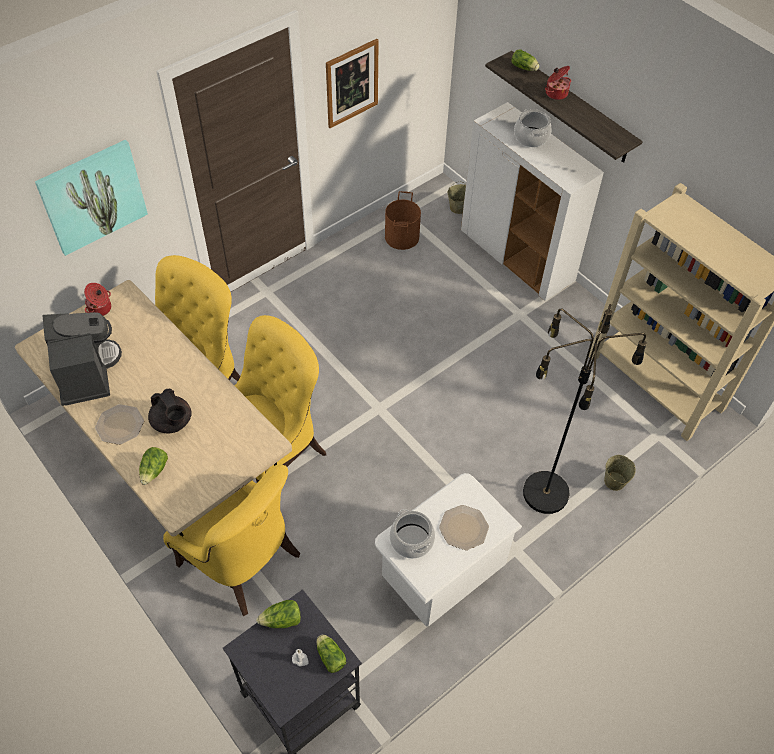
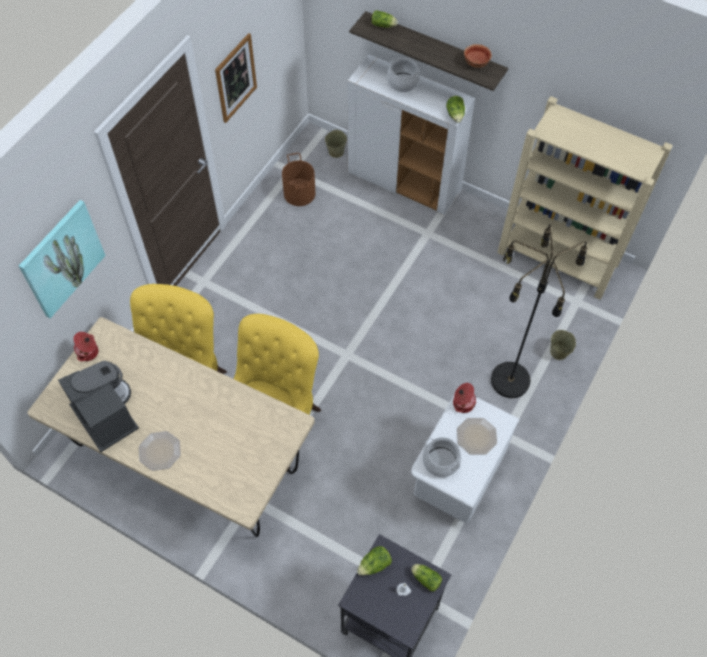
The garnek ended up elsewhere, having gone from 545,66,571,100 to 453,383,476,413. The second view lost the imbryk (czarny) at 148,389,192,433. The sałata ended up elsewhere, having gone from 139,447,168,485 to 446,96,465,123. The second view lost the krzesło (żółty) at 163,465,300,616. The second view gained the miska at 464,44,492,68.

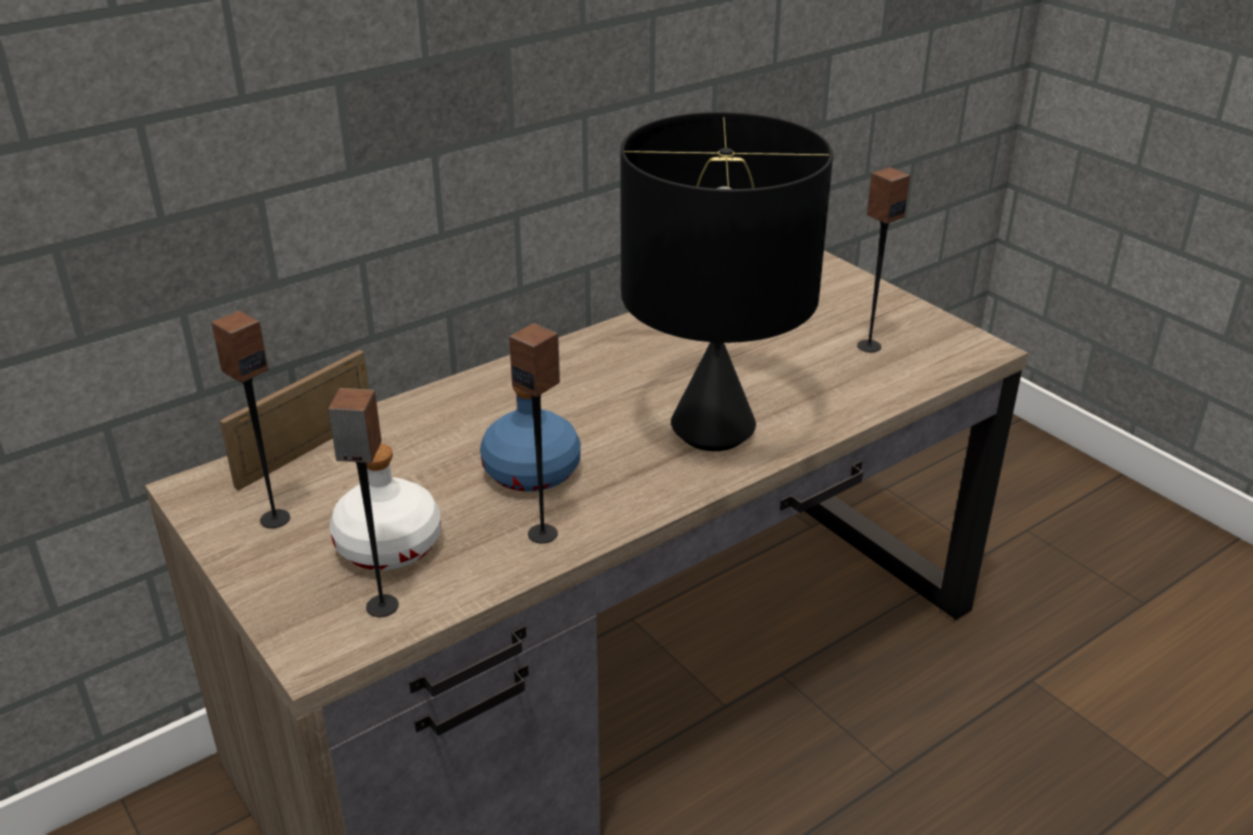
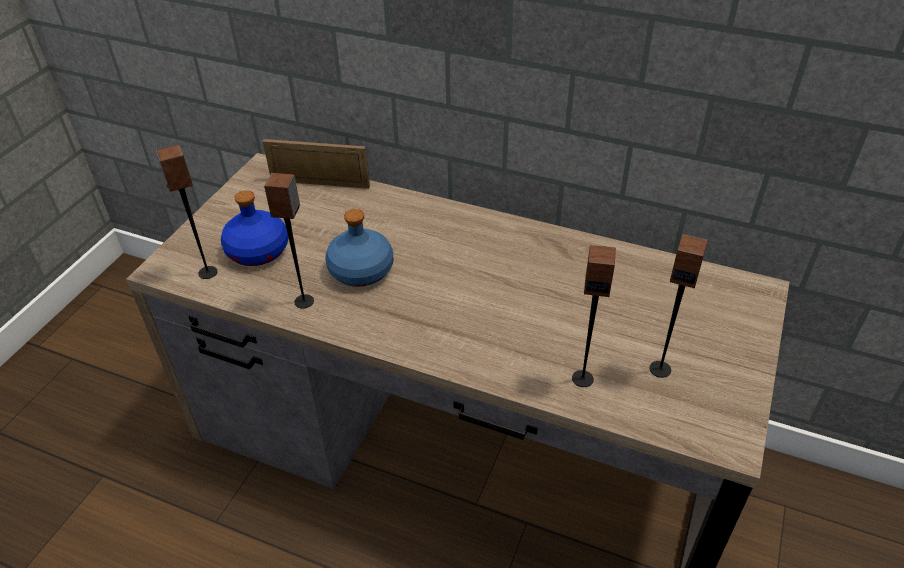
The second view lost the lampa stołowa (czarny) at 620,112,833,451. The głośnik ended up elsewhere, having gone from 211,311,290,528 to 572,245,616,387. What was the butelka (biały) at 330,444,441,570 turned into the butelka (niebieski) at 221,190,288,266.

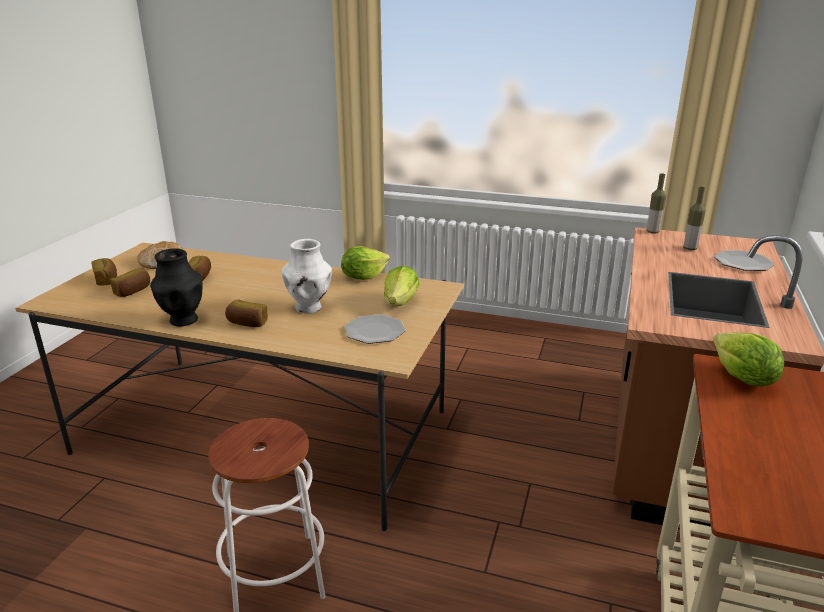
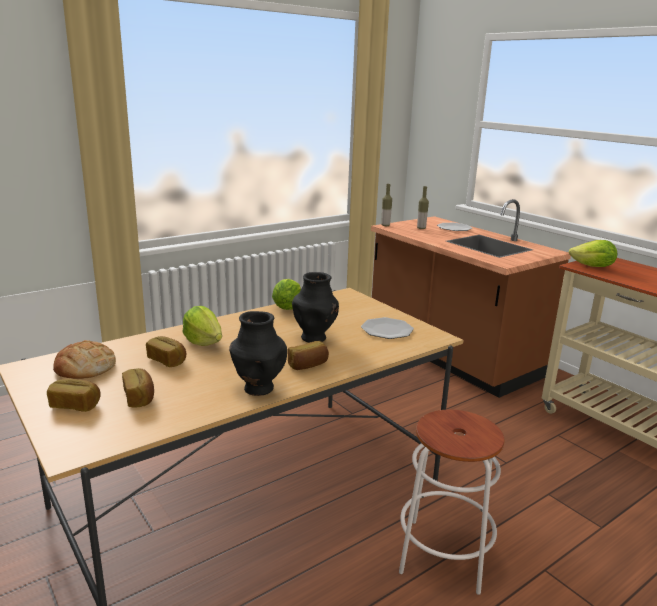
What was the wazon (biały) at 282,239,332,314 turned into the wazon (czarny) at 292,272,339,343. The sałata ended up elsewhere, having gone from 384,265,419,306 to 183,306,222,346.

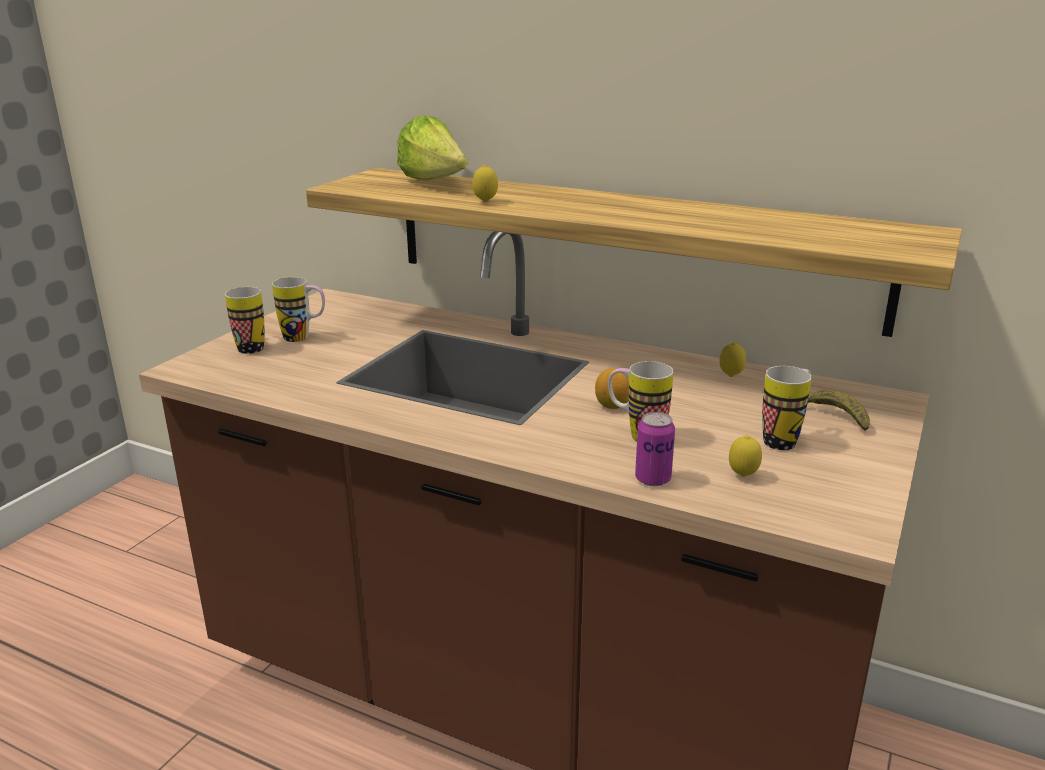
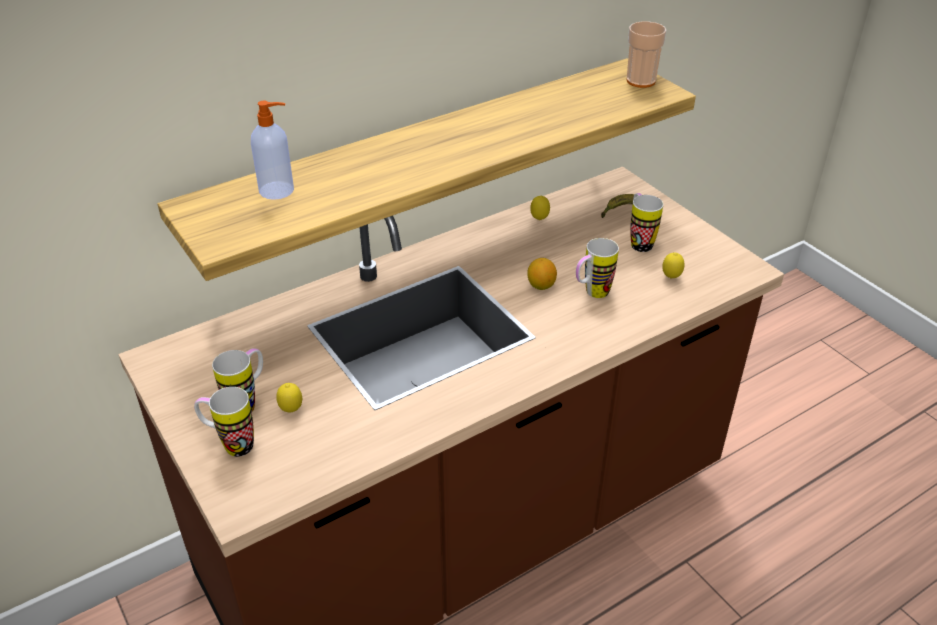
Where the sałata stood at 397,115,468,181, the dozownik mydła came to stand at 251,101,294,200. The cytryna ended up elsewhere, having gone from 472,165,498,202 to 277,383,302,413. The second view lost the puszka at 635,412,675,486. The second view gained the filiżanka at 627,21,667,88.

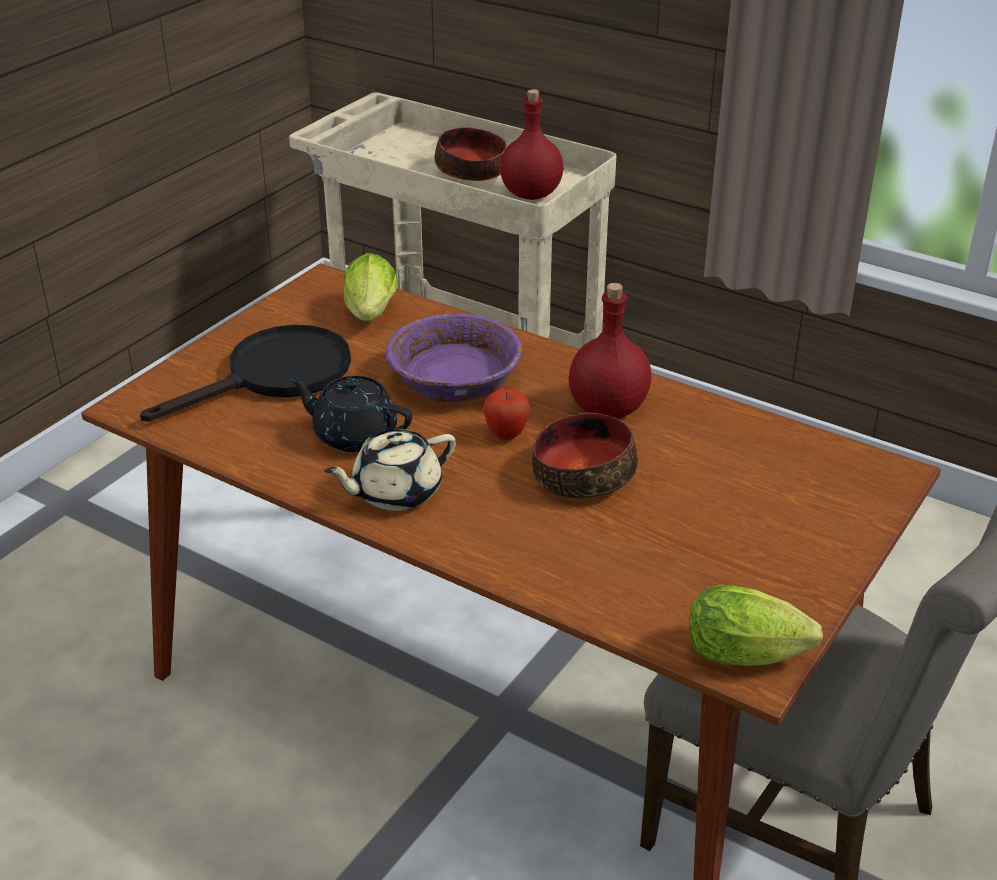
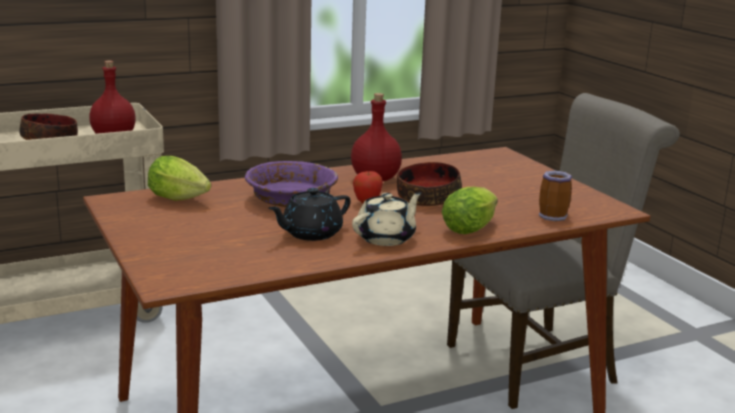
The second view lost the patelnia (czarny) at 140,325,351,421. The imbryk (beżowy) at 325,429,456,511 ended up facing another way, 135 degrees counterclockwise from before. The sałata ended up elsewhere, having gone from 689,584,823,666 to 442,187,498,234. The second view gained the kubek at 539,171,572,221.

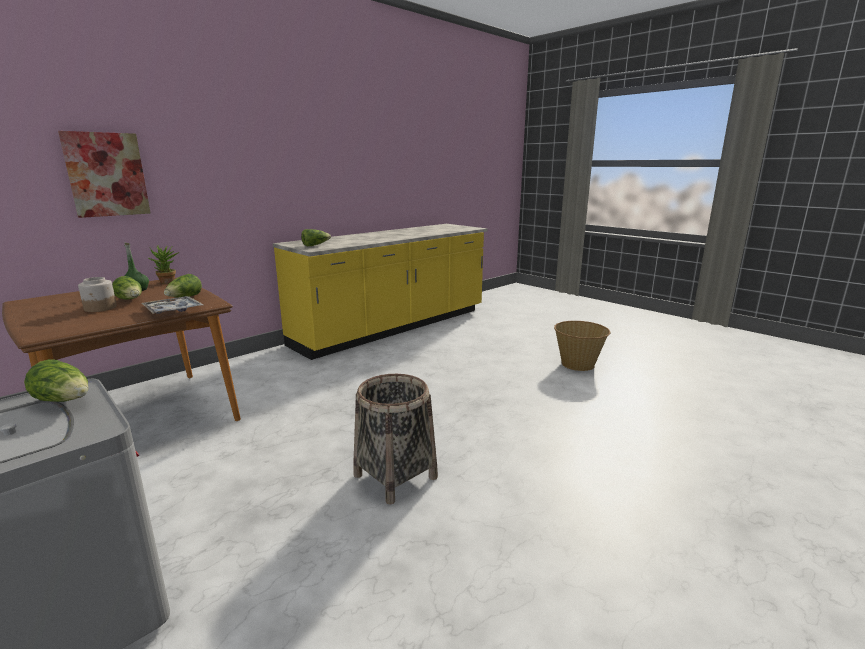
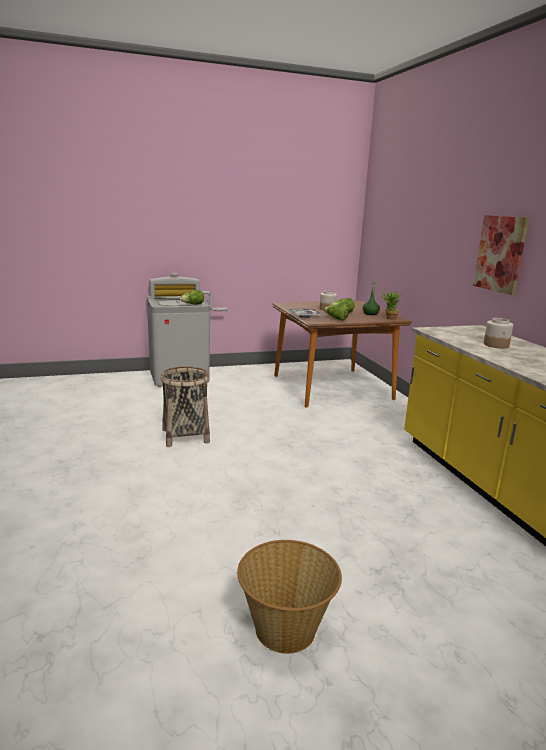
The obraz ended up elsewhere, having gone from 58,131,151,218 to 473,215,529,295. The second view lost the sałata at 301,229,331,246. The second view gained the słoik at 484,318,513,348.

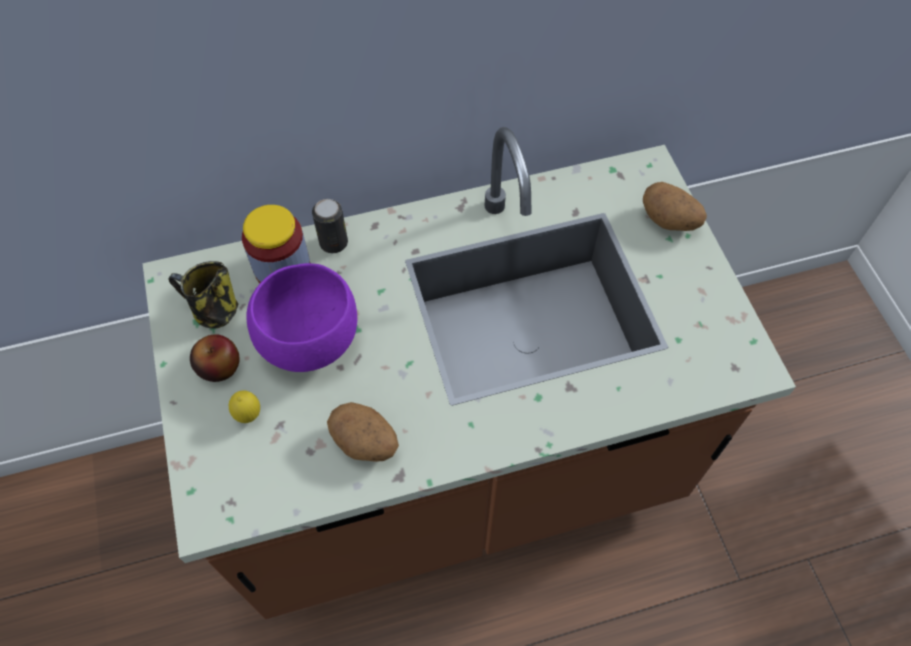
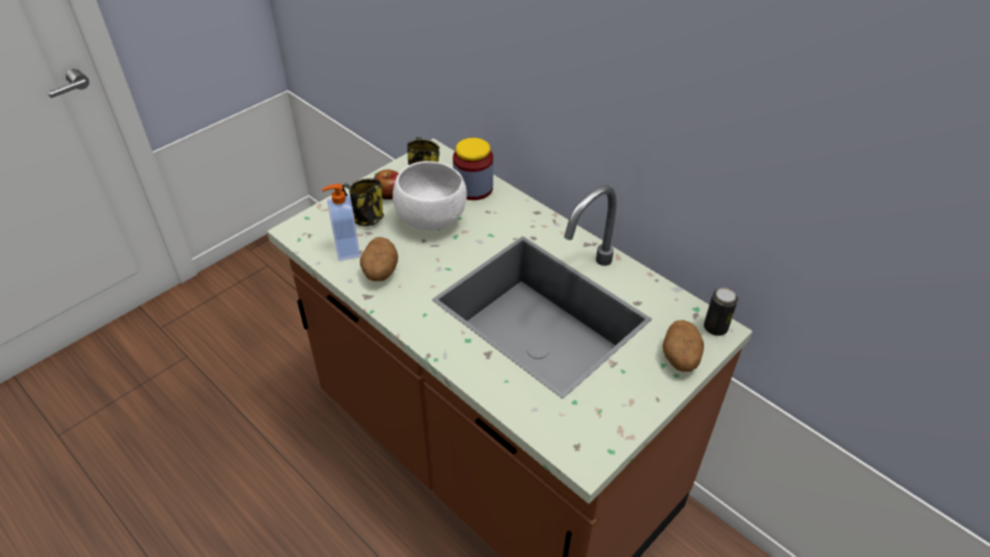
The puszka ended up elsewhere, having gone from 312,199,348,253 to 704,288,738,336. What was the miska (fioletowy) at 247,263,357,372 turned into the miska (biały) at 393,161,467,230. Where the cytryna stood at 229,391,260,423, the kubek came to stand at 341,178,384,226. The second view gained the dozownik mydła at 322,184,360,261.

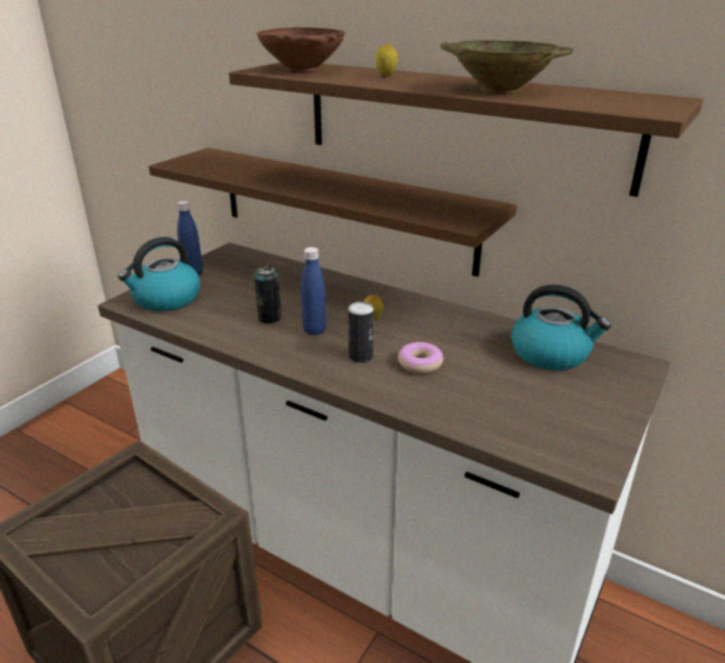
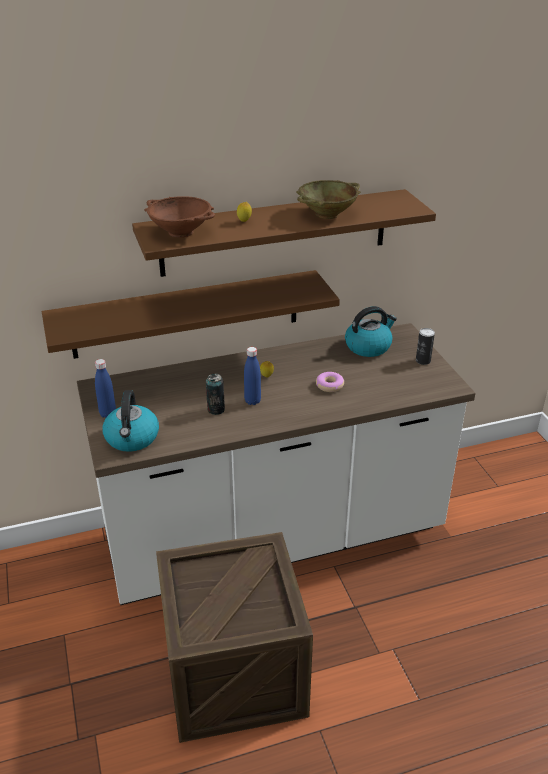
The puszka ended up elsewhere, having gone from 348,302,374,363 to 416,328,435,365.

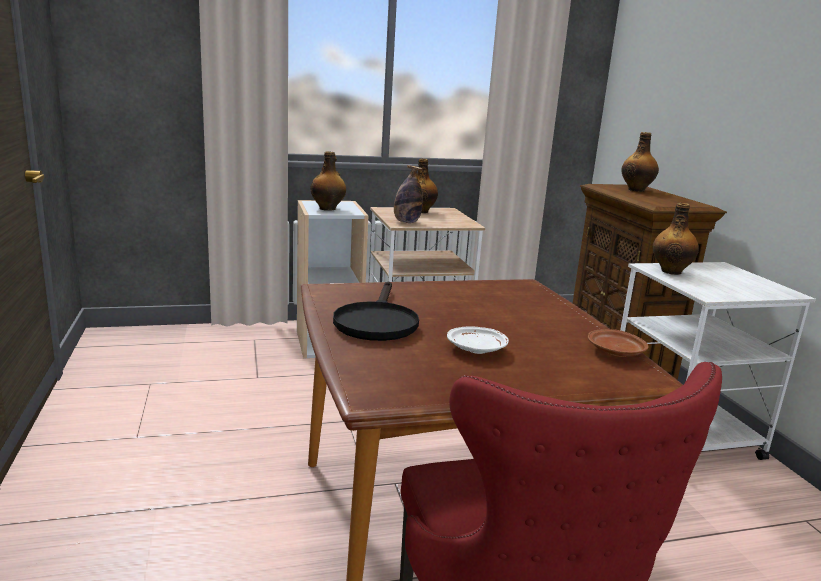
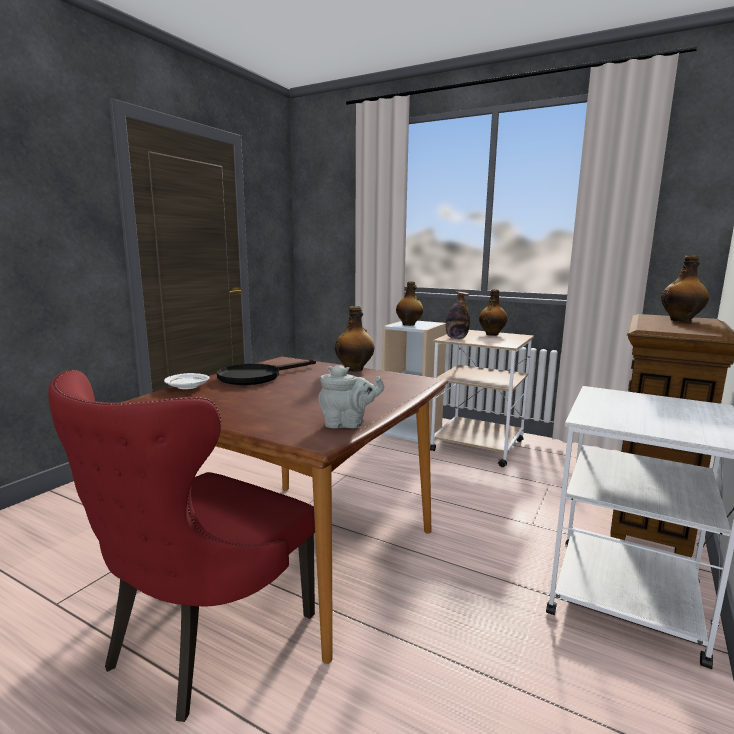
The butelka ended up elsewhere, having gone from 653,203,699,275 to 335,306,375,372. The talerz (biały) ended up elsewhere, having gone from 447,326,509,354 to 164,373,210,389. Where the talerz (brązowy) stood at 588,329,649,357, the imbryk (szary) came to stand at 318,365,384,428.

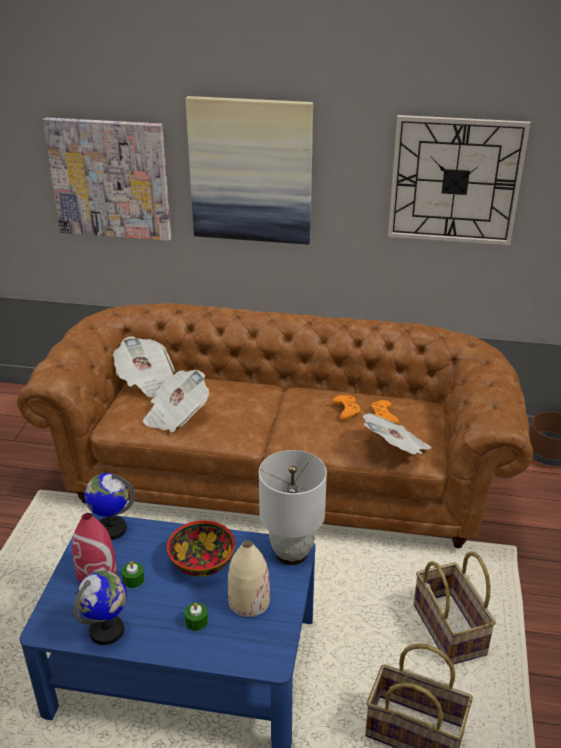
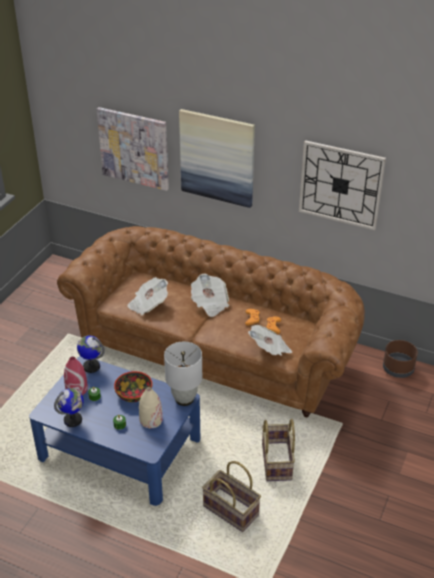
The gazeta ended up elsewhere, having gone from 113,336,175,398 to 191,274,229,317.

